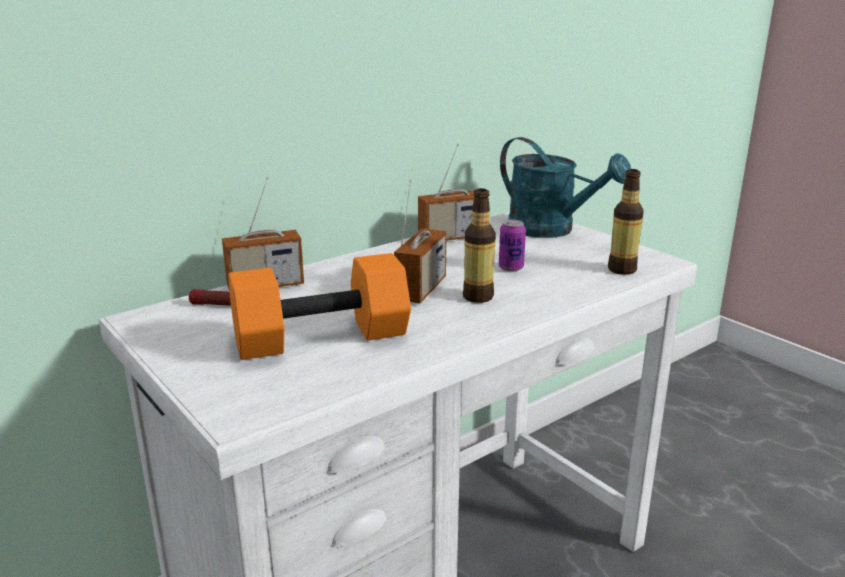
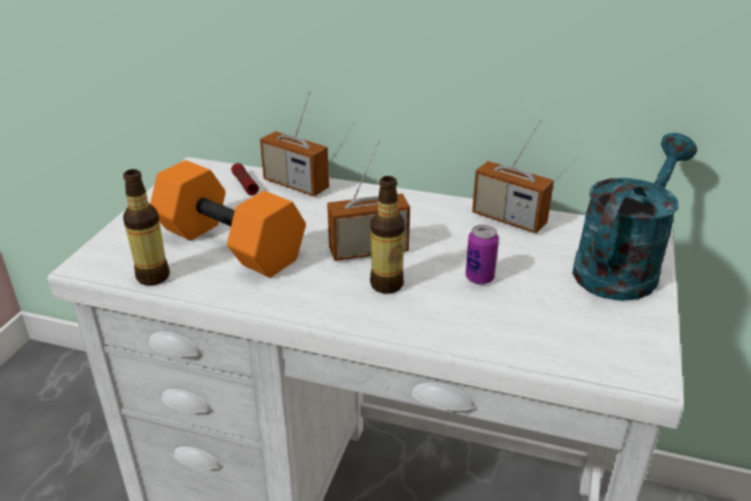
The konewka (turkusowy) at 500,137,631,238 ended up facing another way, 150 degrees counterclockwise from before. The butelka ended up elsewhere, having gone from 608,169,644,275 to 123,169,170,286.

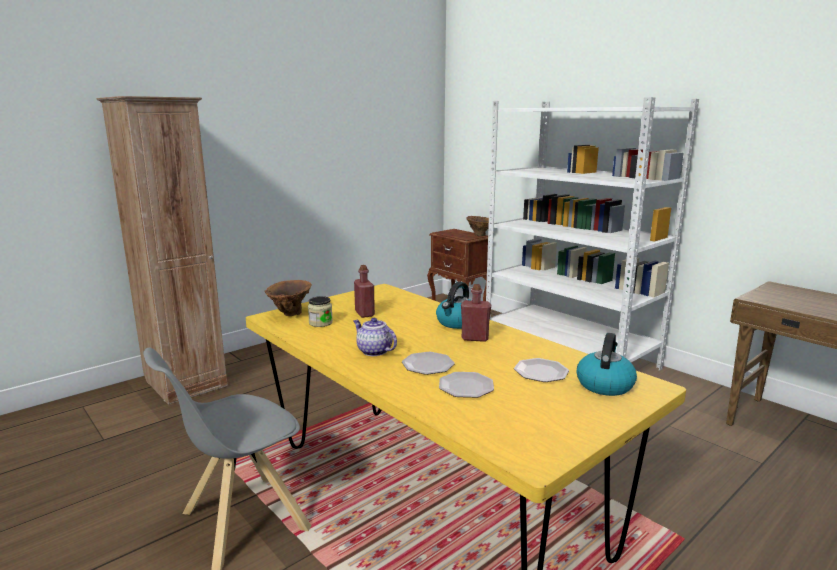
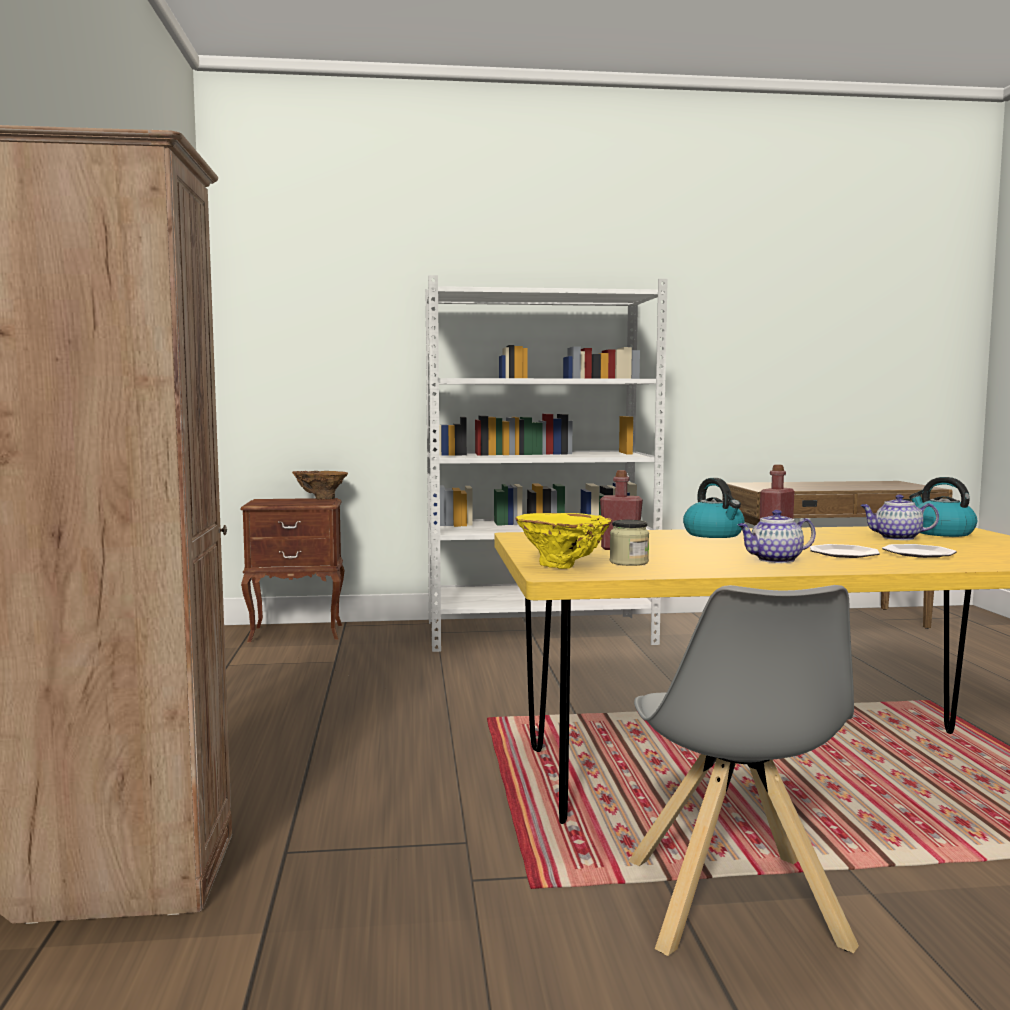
What was the wazon (brązowy) at 264,280,312,316 turned into the wazon (żółty) at 515,513,612,569. Where the talerz stood at 514,358,569,382, the imbryk came to stand at 860,494,939,540.

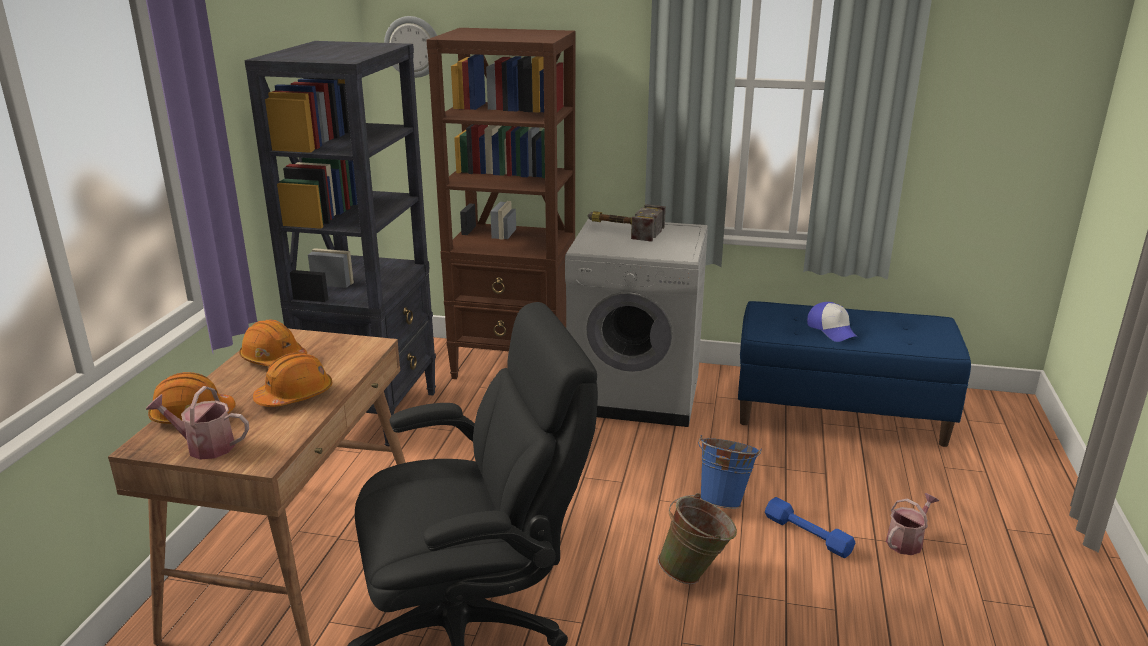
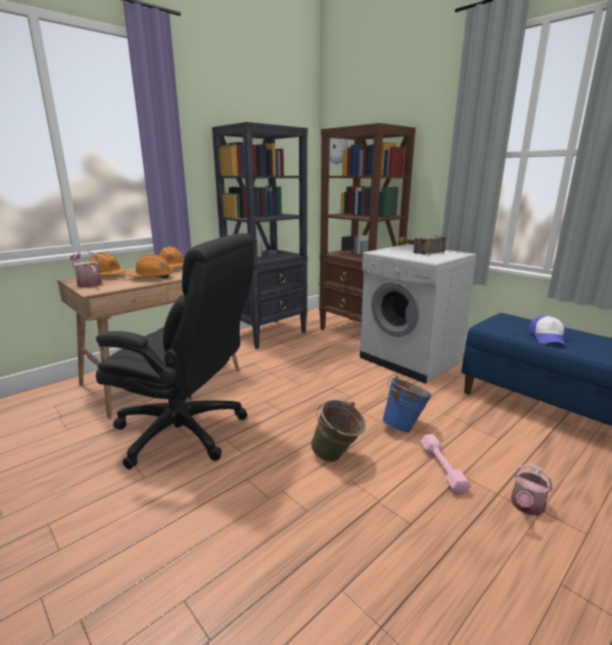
The konewka at 886,493,939,555 ended up facing another way, 135 degrees clockwise from before. What was the hantel (niebieski) at 765,497,855,558 turned into the hantel (różowy) at 420,434,471,495.

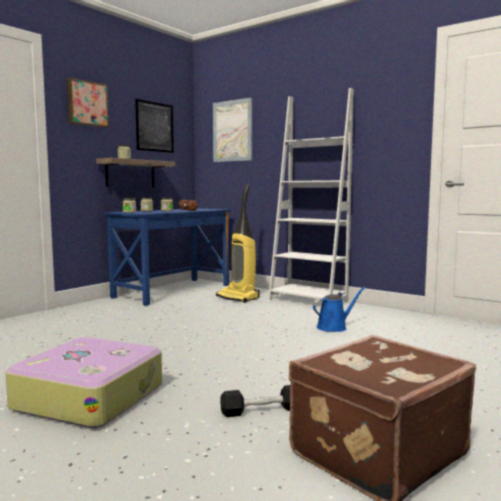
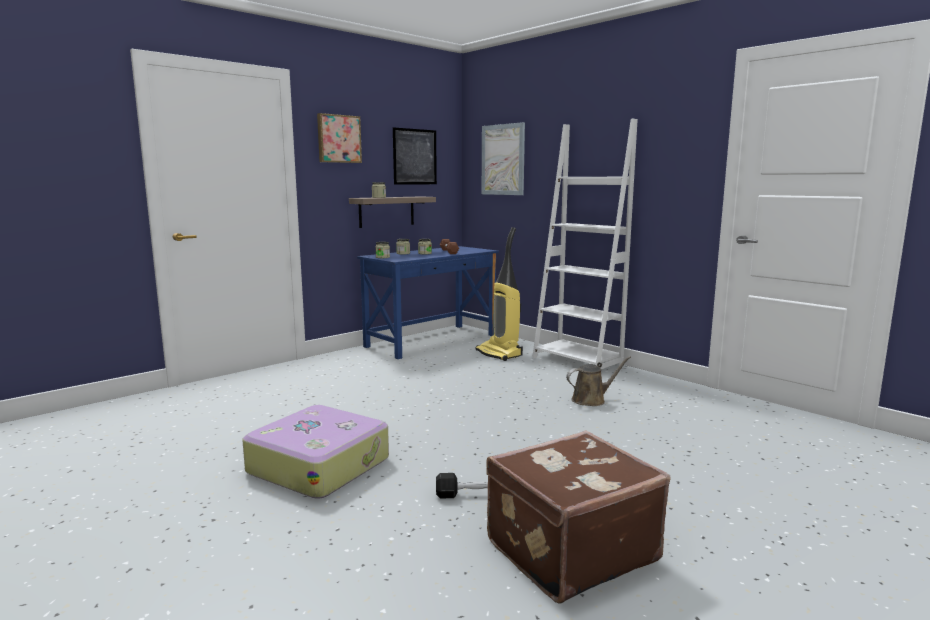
What was the konewka (niebieski) at 313,287,365,332 turned into the konewka (brązowy) at 566,356,631,406.

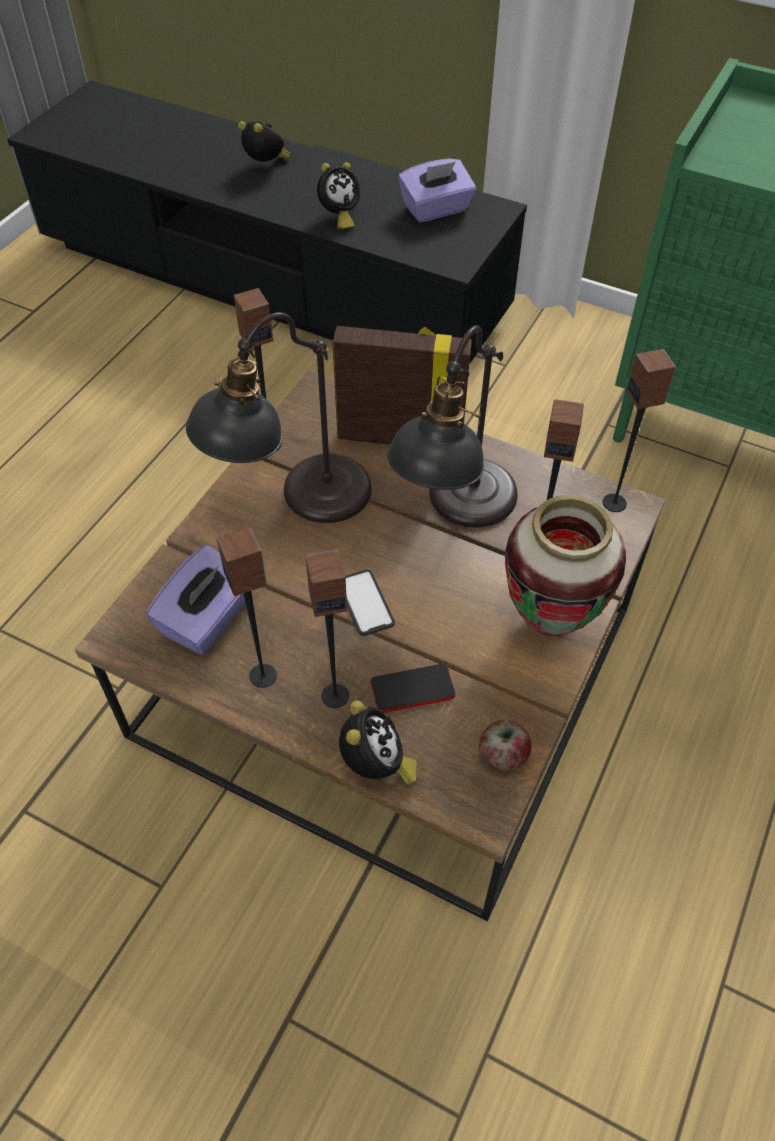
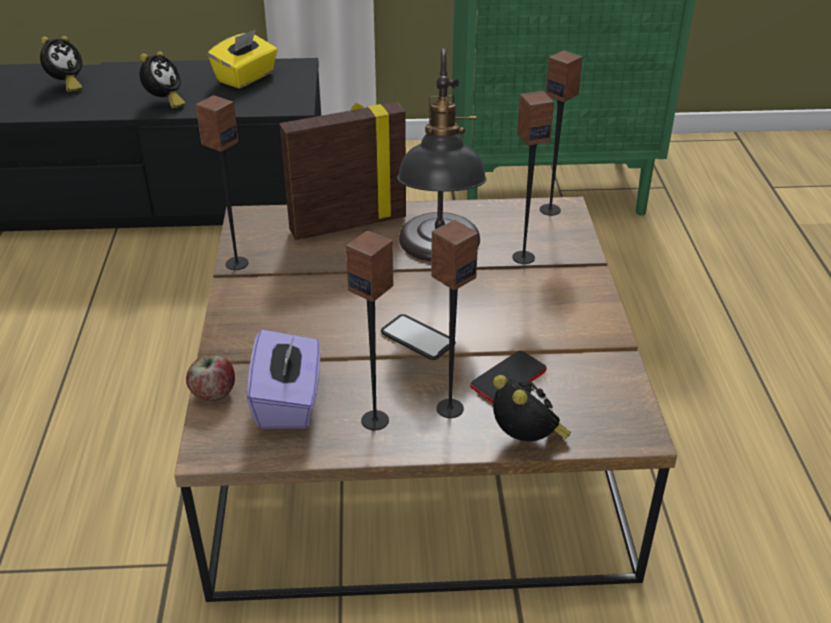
The budzik at 238,121,291,162 ended up facing another way, 120 degrees clockwise from before. What was the pudełko chusteczek (fioletowy) at 398,159,476,222 turned into the pudełko chusteczek (żółty) at 208,29,278,88. The second view lost the lampa stołowa (szary) at 186,312,372,523. The second view lost the wazon at 505,495,626,637. The jabłko ended up elsewhere, having gone from 479,720,532,771 to 186,355,235,401.

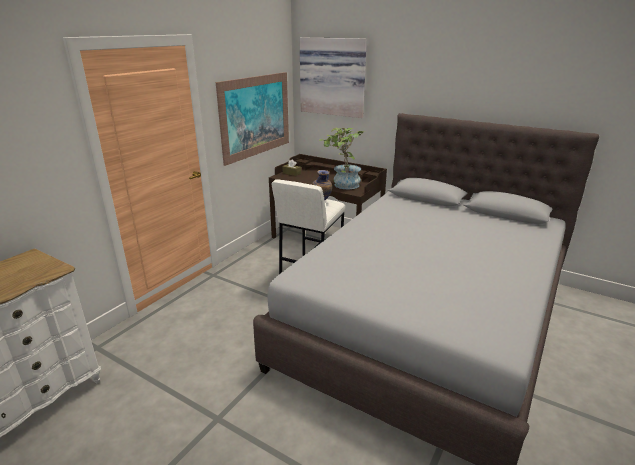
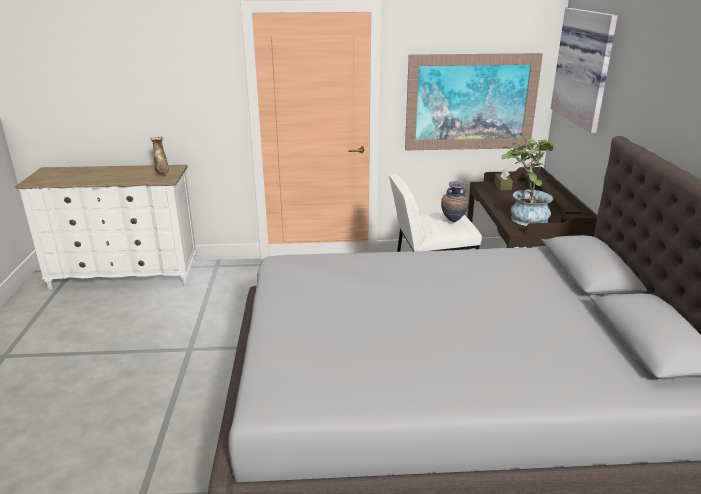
The second view gained the wazon at 150,136,169,177.

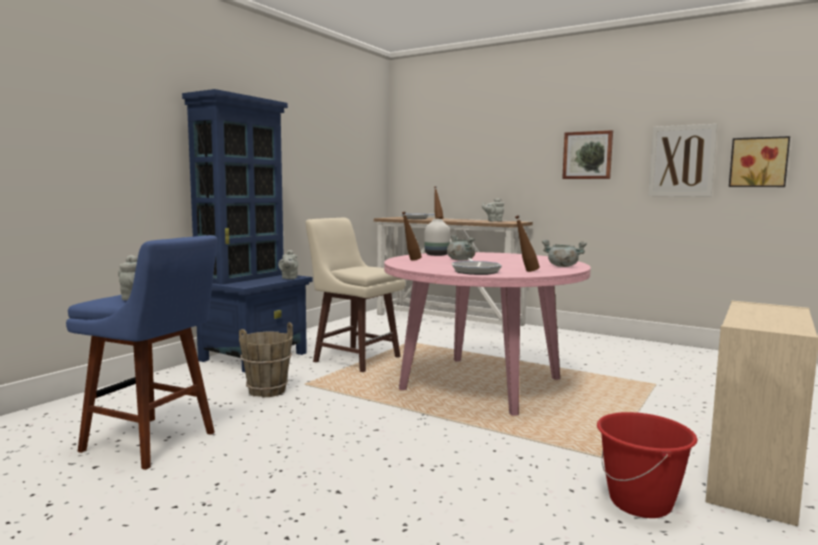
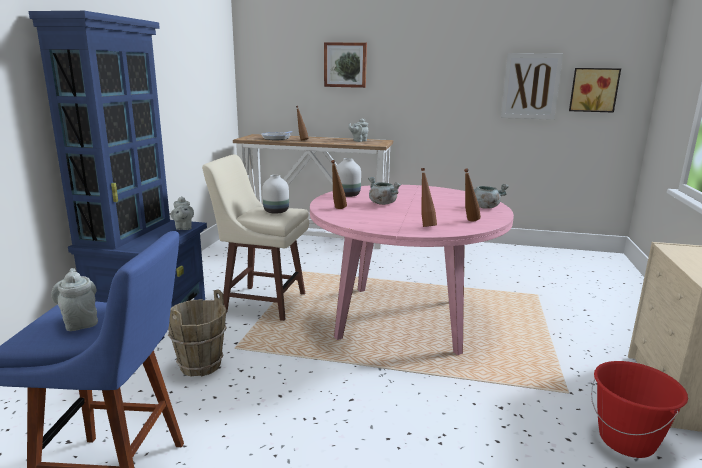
The obraz ended up elsewhere, having gone from 562,130,613,179 to 324,42,367,88. Where the patelnia stood at 452,258,502,275, the butelka (brązowy) came to stand at 421,168,437,227. The second view gained the wazon (biały) at 262,175,289,213.

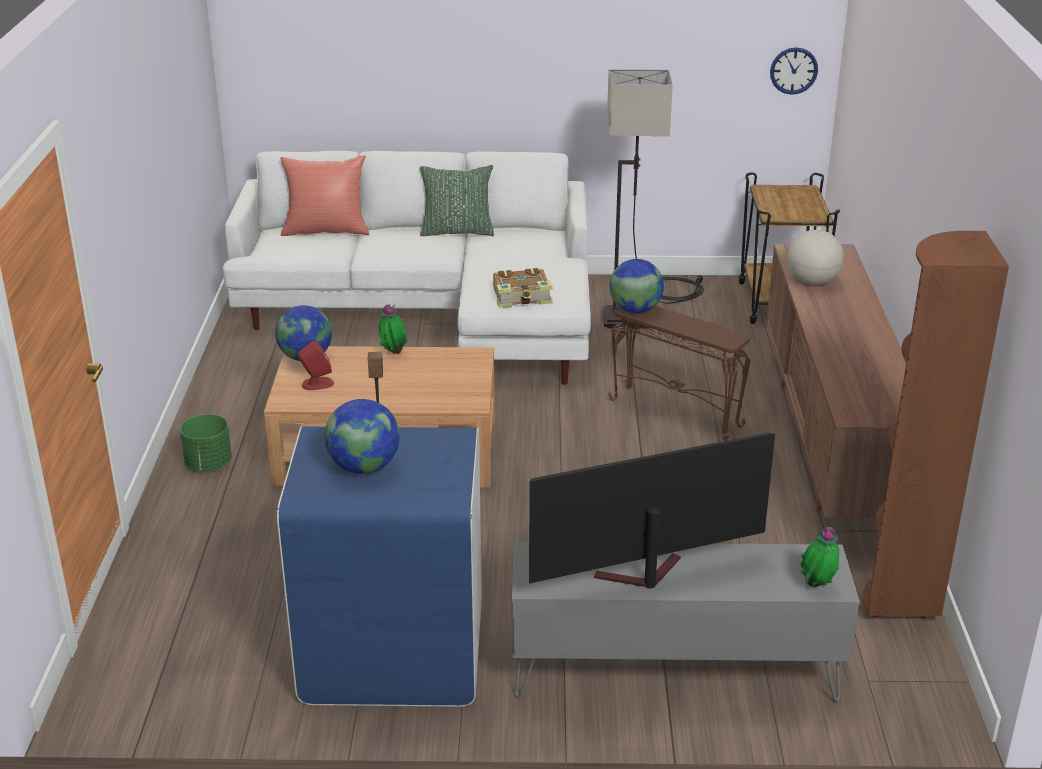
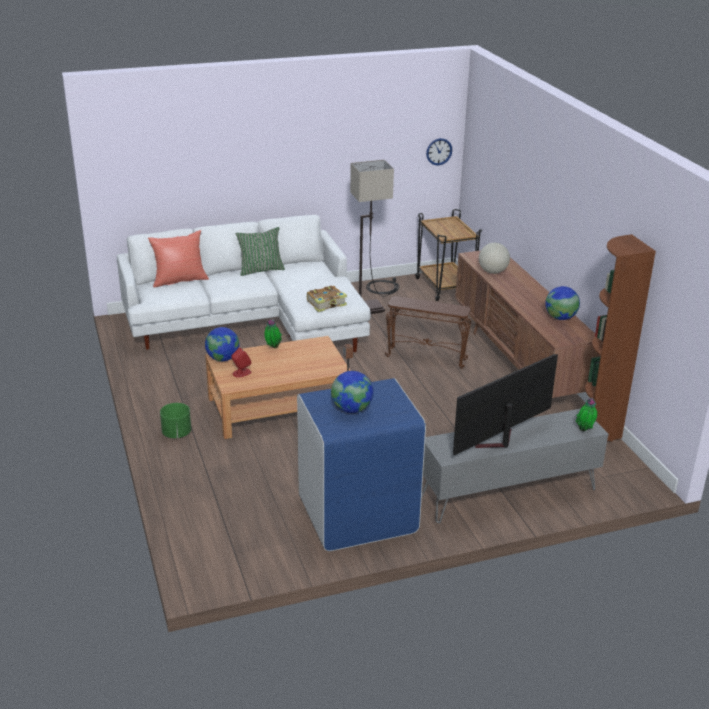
The globus ended up elsewhere, having gone from 609,259,664,313 to 545,286,580,320.

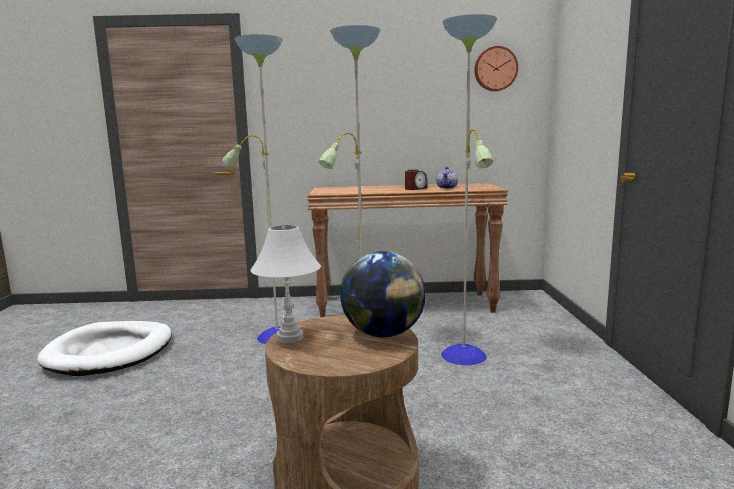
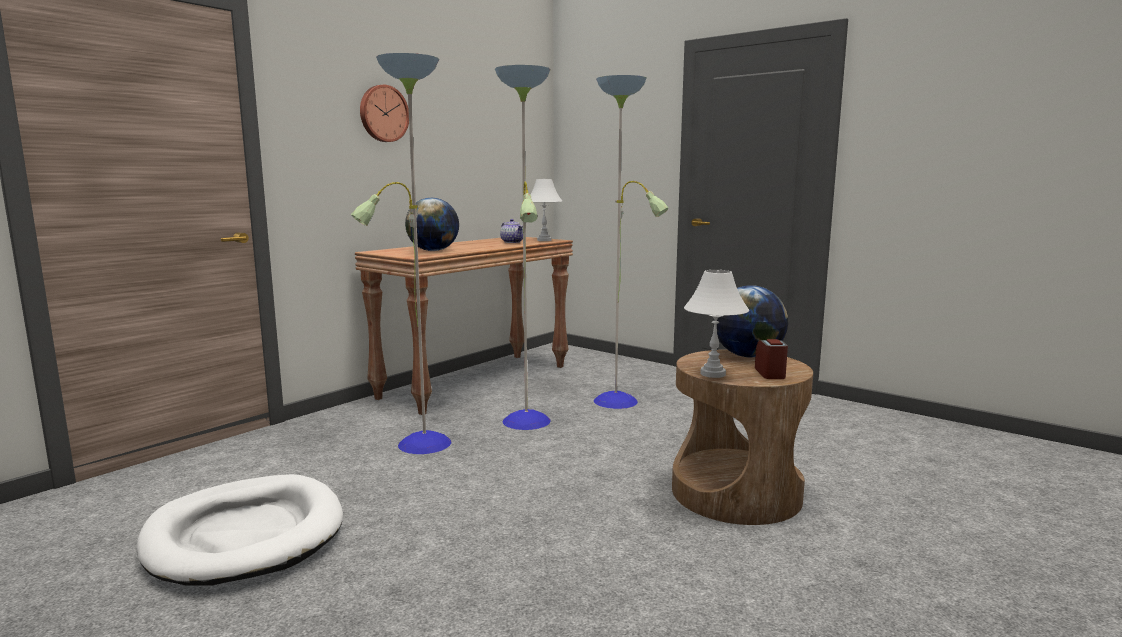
The zegar ścienny ended up elsewhere, having gone from 474,46,518,91 to 360,85,409,142. The budzik ended up elsewhere, having gone from 405,169,427,190 to 755,339,788,379. The second view gained the lampa stołowa (biały) at 530,179,563,241. The second view gained the globus at 405,198,459,251.

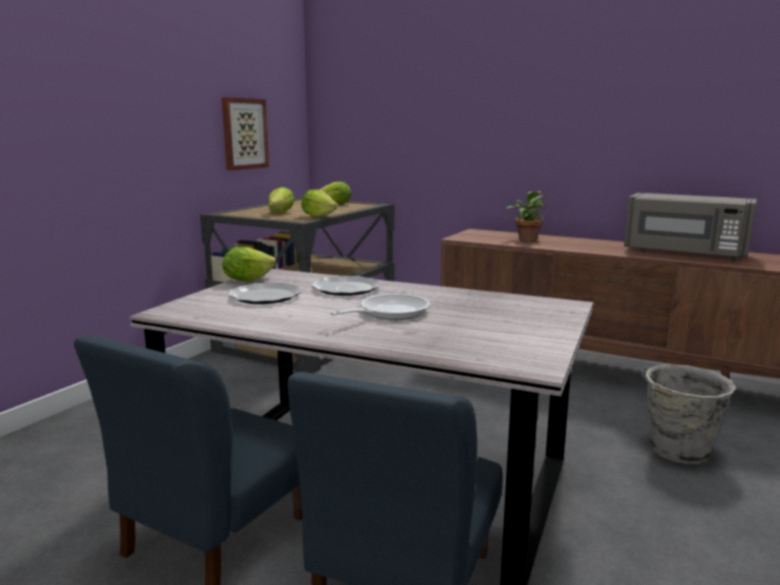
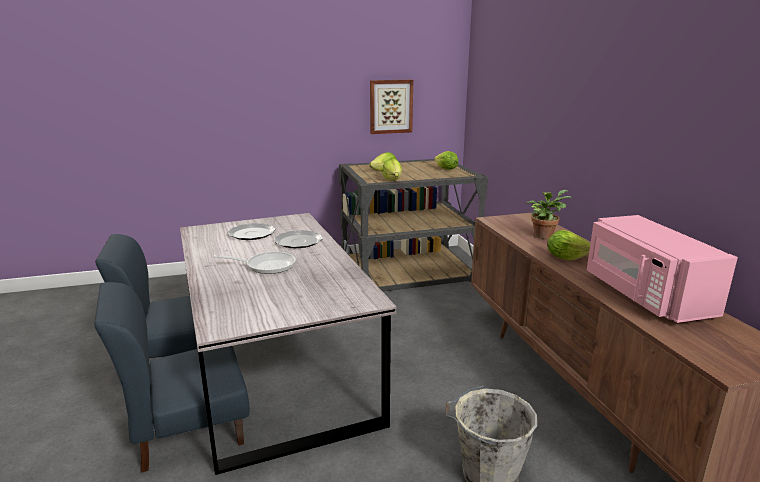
What was the mikrofalówka (szary) at 624,193,757,260 turned into the mikrofalówka (różowy) at 587,215,738,323. The sałata ended up elsewhere, having gone from 223,247,276,281 to 547,230,590,260.

